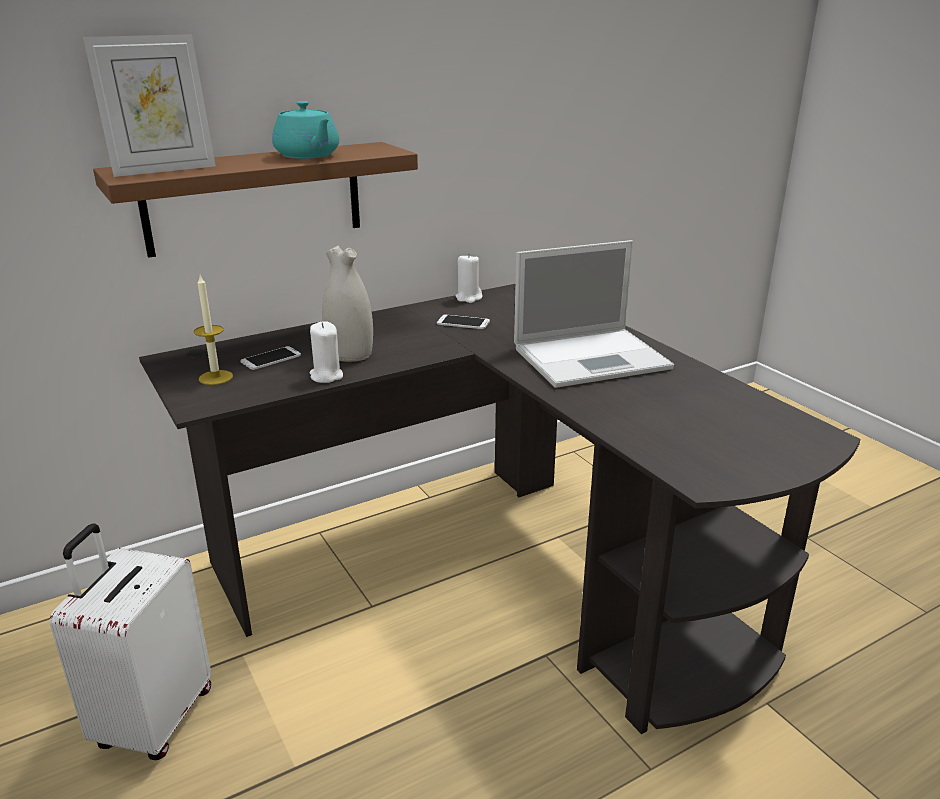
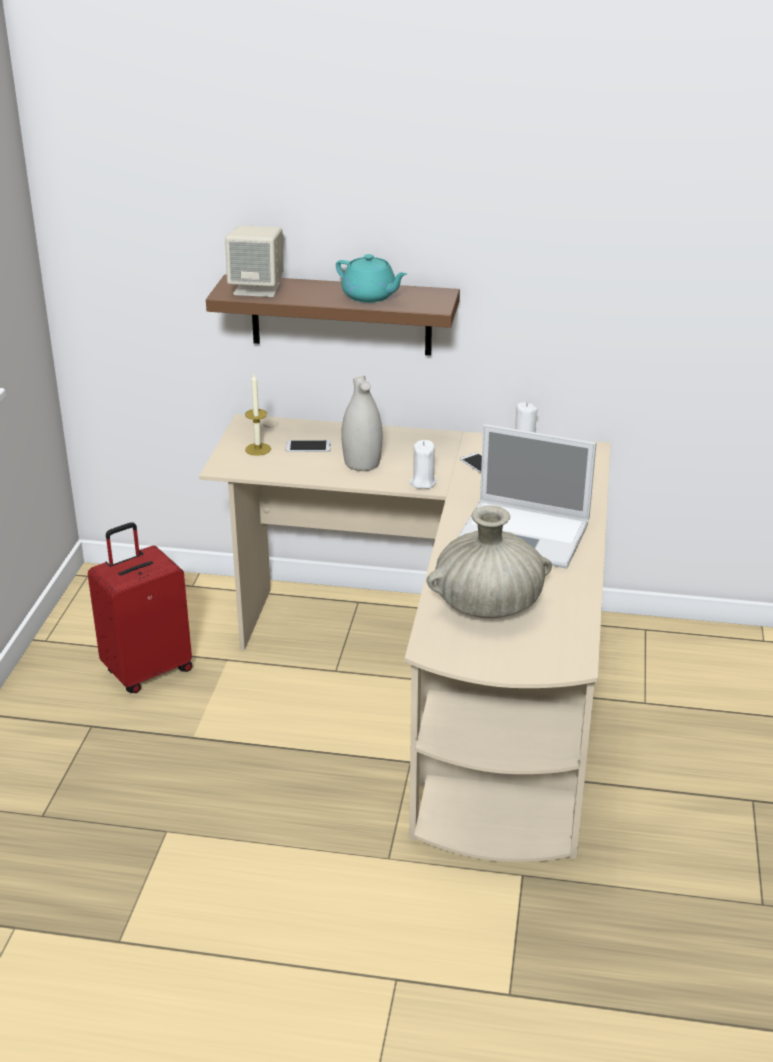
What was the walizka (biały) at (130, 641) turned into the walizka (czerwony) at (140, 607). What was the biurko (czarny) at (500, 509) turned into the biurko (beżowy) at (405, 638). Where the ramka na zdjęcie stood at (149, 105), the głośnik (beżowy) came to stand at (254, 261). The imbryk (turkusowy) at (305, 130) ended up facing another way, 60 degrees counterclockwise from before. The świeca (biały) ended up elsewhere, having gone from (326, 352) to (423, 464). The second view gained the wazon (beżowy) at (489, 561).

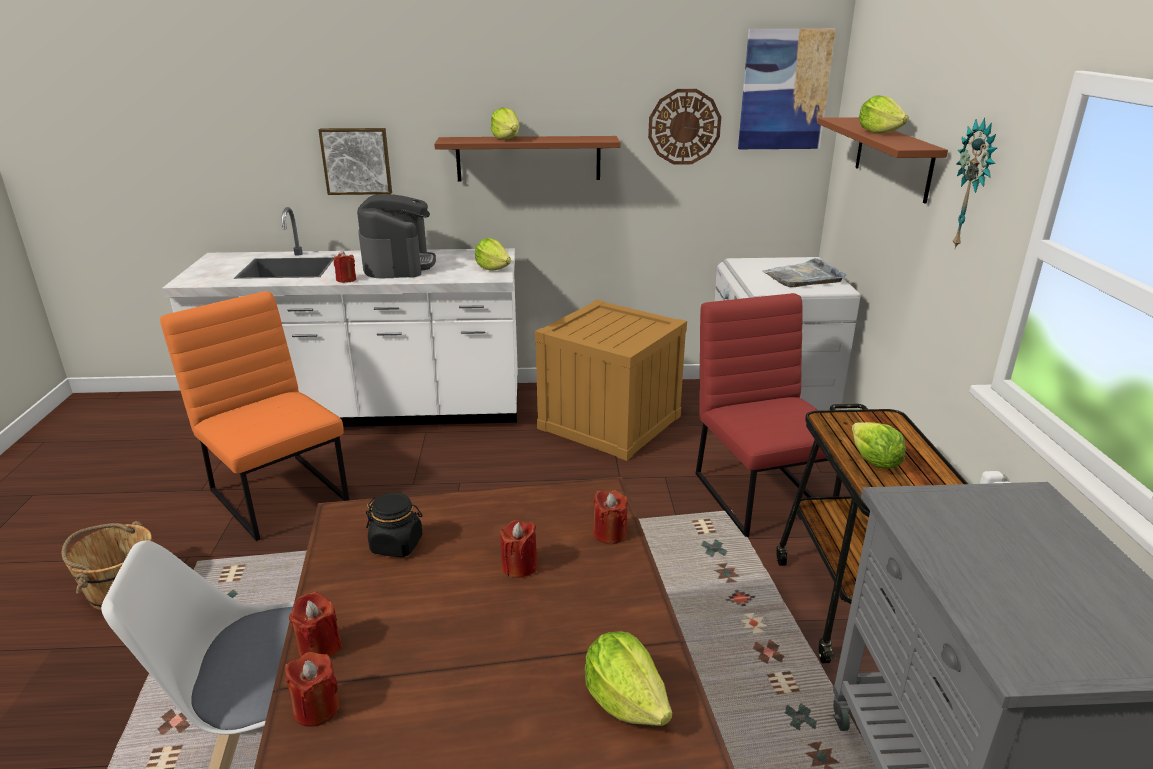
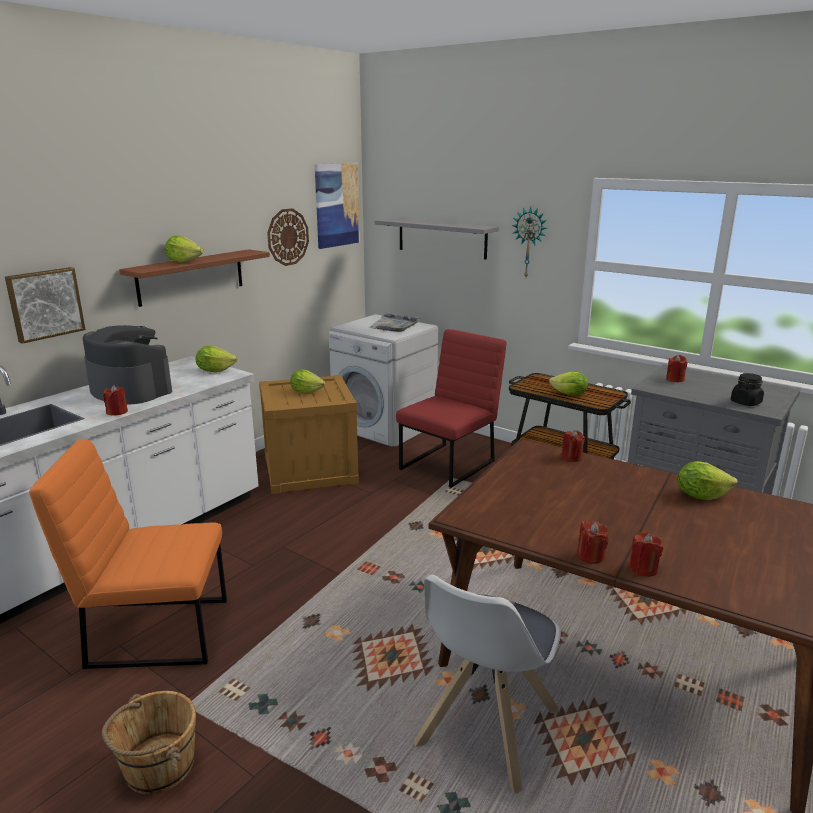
The sałata ended up elsewhere, having gone from (884, 114) to (307, 381). What was the półka (brązowy) at (882, 160) turned into the półka (szary) at (437, 238). The krzesło (czerwony) at (768, 415) ended up facing another way, 105 degrees clockwise from before. The świeca (czerwony) ended up elsewhere, having gone from (519, 549) to (676, 368). The słoik (czarny) ended up elsewhere, having gone from (394, 525) to (747, 389).

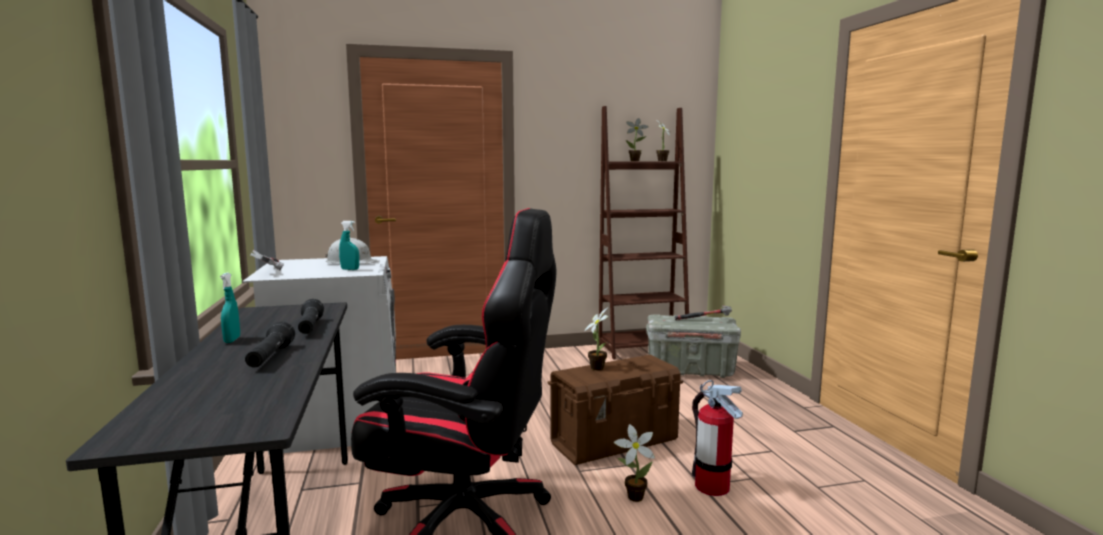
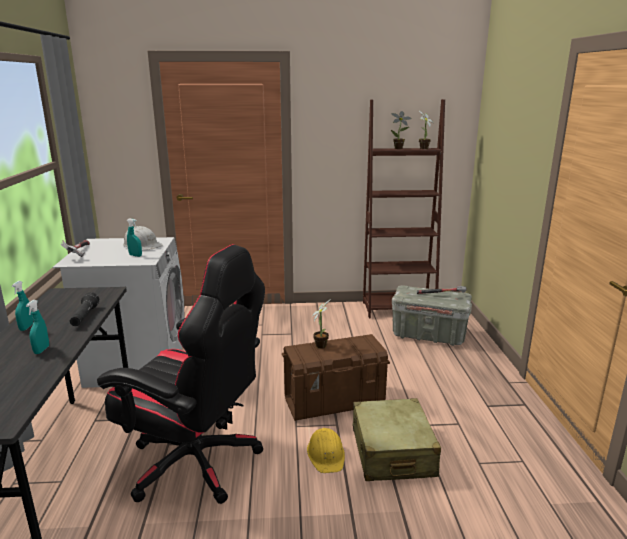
Where the latarka (czarny) stood at (270, 344), the spryskiwacz (turkusowy) came to stand at (37, 327). Where the roślina doniczkowa stood at (634, 463), the kask (żółty) came to stand at (326, 450). Where the gaśnica stood at (717, 438), the walizka (beżowy) came to stand at (396, 439).

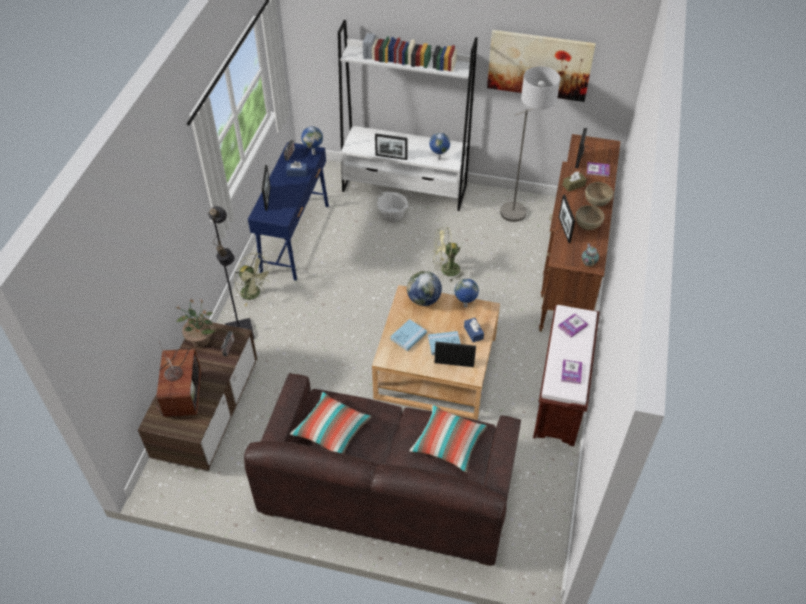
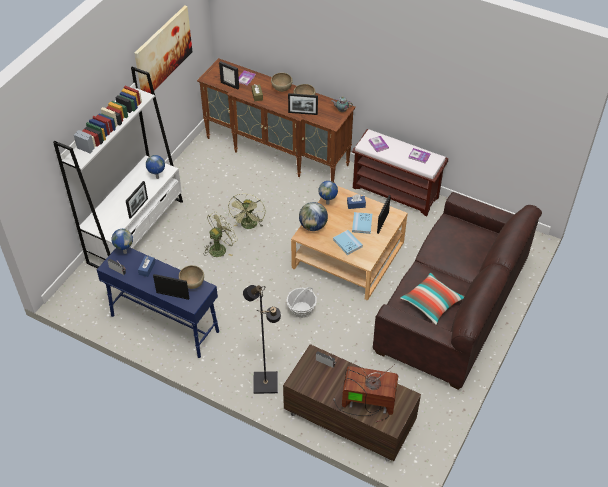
The second view gained the miska (brązowy) at (191, 277). The wentylator (zielony) ended up elsewhere, having gone from (253, 279) to (221, 234). The koszyk ended up elsewhere, having gone from (393, 207) to (301, 302). The second view lost the roślina doniczkowa at (195, 323). The second view lost the poduszka at (448, 439). The second view lost the lampa stojąca (szary) at (530, 144).

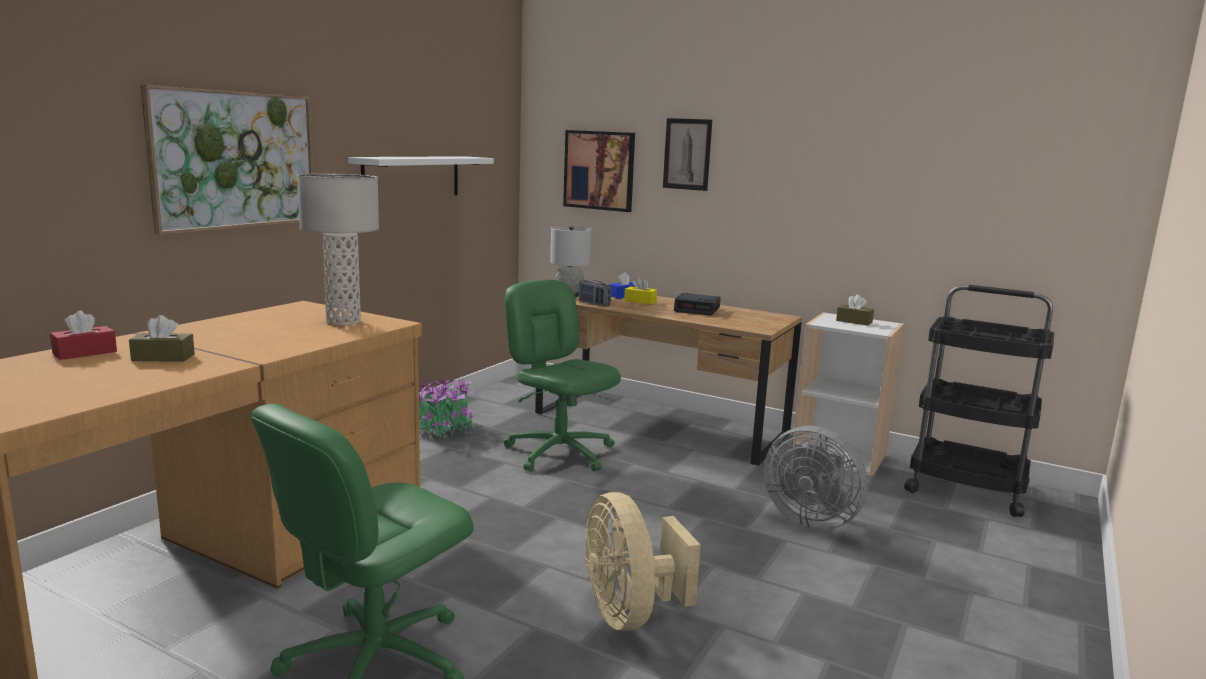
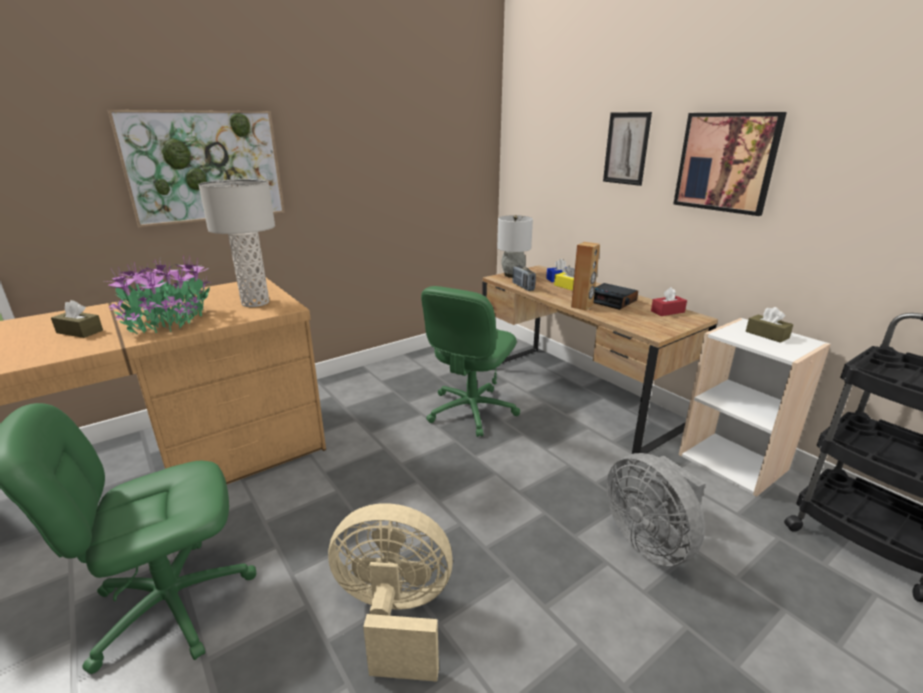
The roślina doniczkowa ended up elsewhere, having gone from (447, 406) to (157, 294). The wentylator (beżowy) at (642, 561) ended up facing another way, 90 degrees clockwise from before. The krzesło biurowe (zielony) at (562, 375) ended up facing another way, 135 degrees counterclockwise from before. The second view gained the głośnik (brązowy) at (585, 276). The pudełko chusteczek (czerwony) ended up elsewhere, having gone from (83, 335) to (669, 301). The obraz ended up elsewhere, having gone from (599, 171) to (730, 164). The second view lost the półka (biały) at (421, 175).

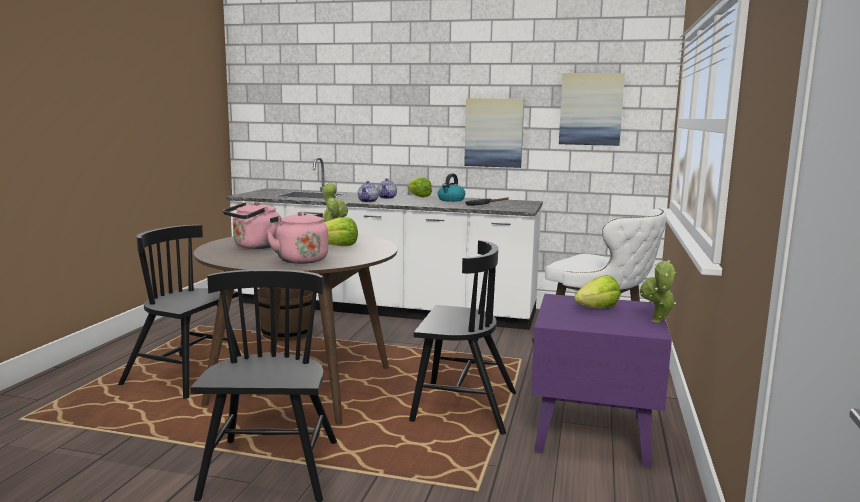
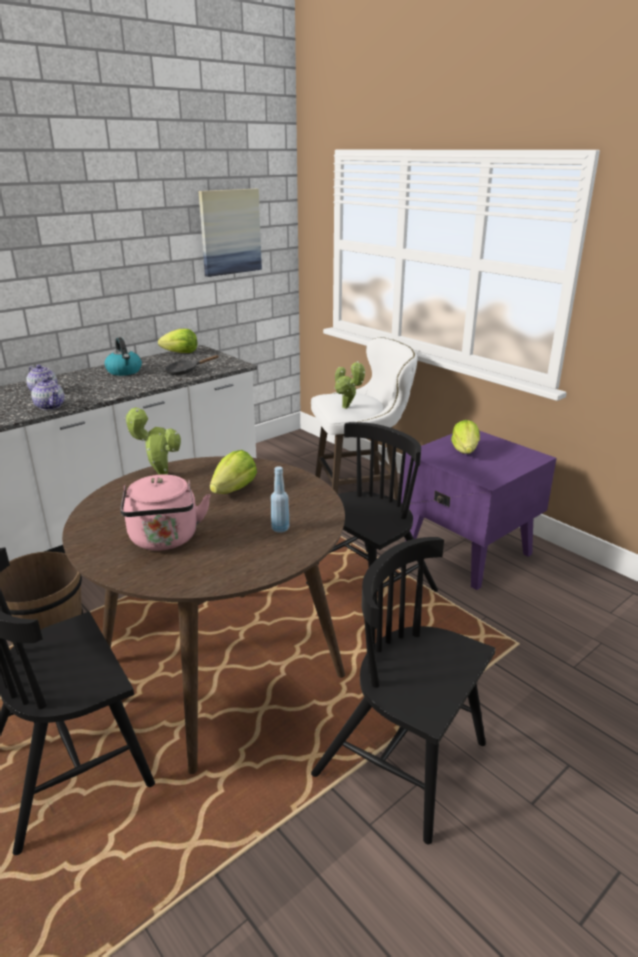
The sałata ended up elsewhere, having gone from (420, 187) to (178, 341). Where the czajnik (różowy) stood at (297, 237), the butelka (niebieski) came to stand at (280, 499). The roślina doniczkowa ended up elsewhere, having gone from (658, 291) to (349, 385). The second view lost the obraz at (494, 133).

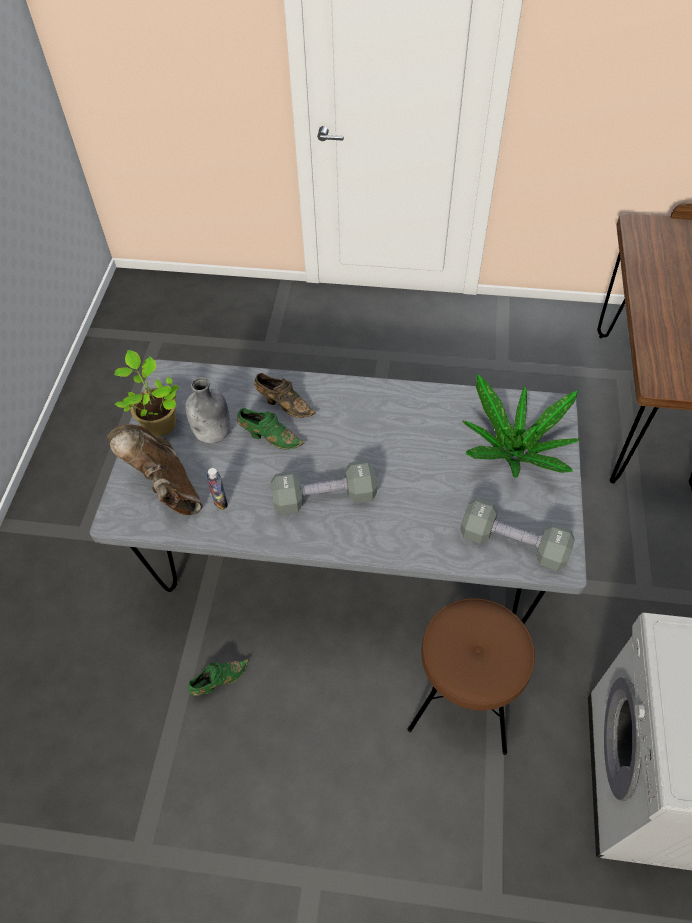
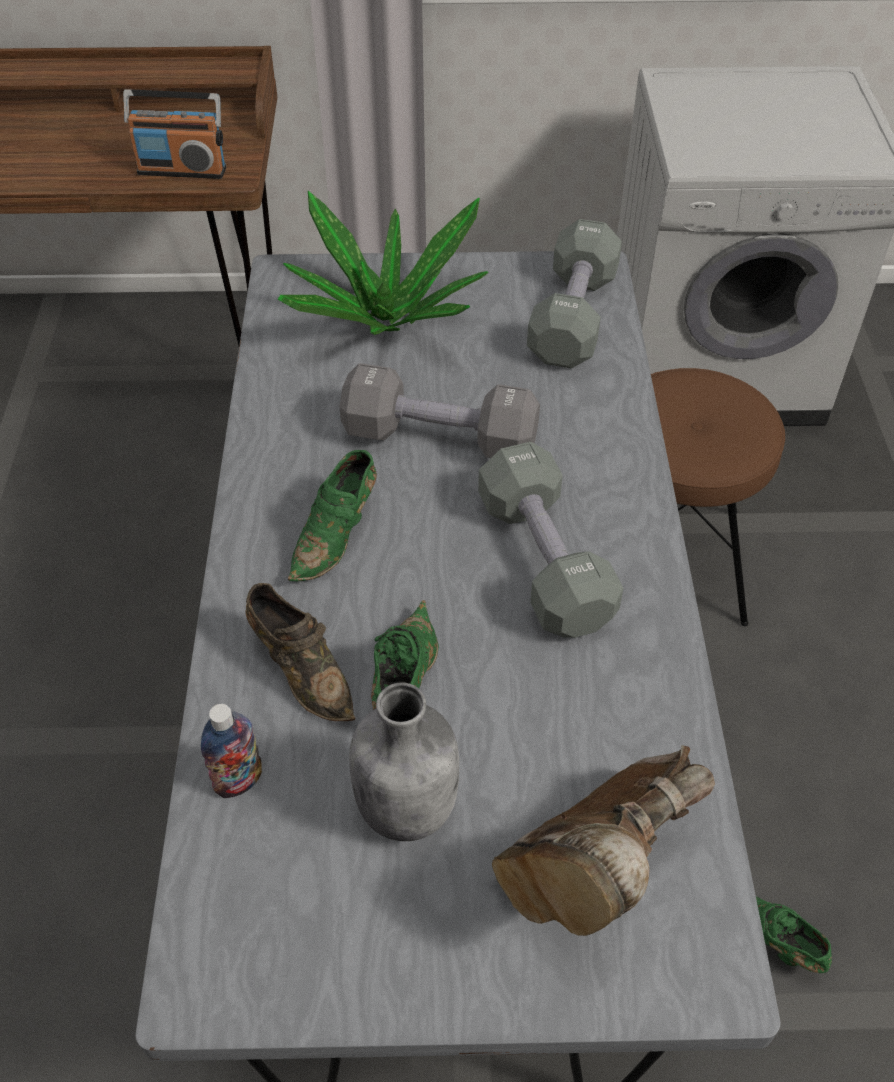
The second view gained the radio at (174, 134). The butelka ended up elsewhere, having gone from (217, 489) to (231, 751). The but (brązowy) at (285, 395) ended up facing another way, 120 degrees clockwise from before. The second view gained the but (zielony) at (332, 515). The second view gained the hantel (szary) at (439, 410). The second view lost the roślina doniczkowa at (146, 393).

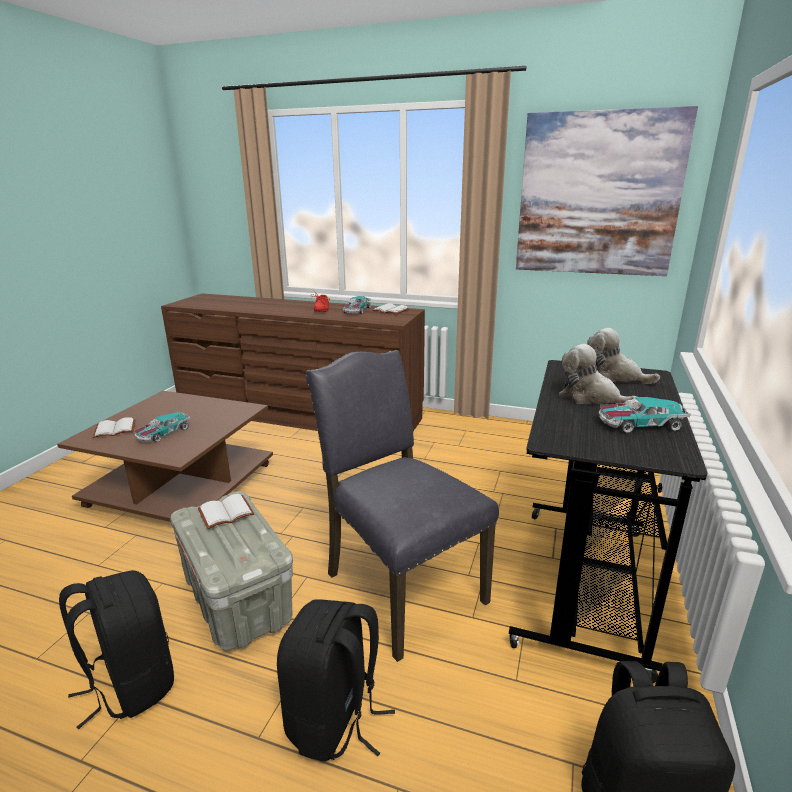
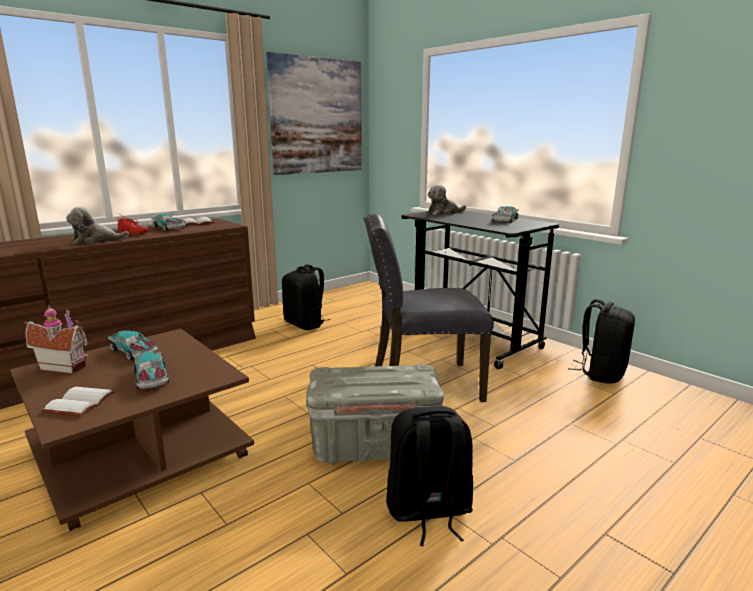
The second view gained the domek at (56, 339). The pluszak ended up elsewhere, having gone from (598, 374) to (97, 225). The second view gained the samochodzik at (133, 345). The plecak (czarny) ended up elsewhere, having gone from (336, 680) to (306, 297). The second view lost the książka (biały) at (226, 511).

